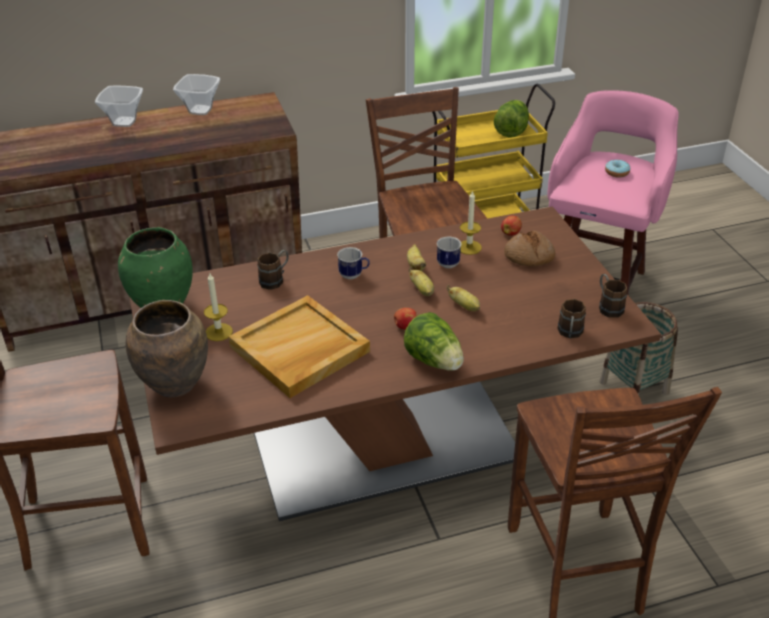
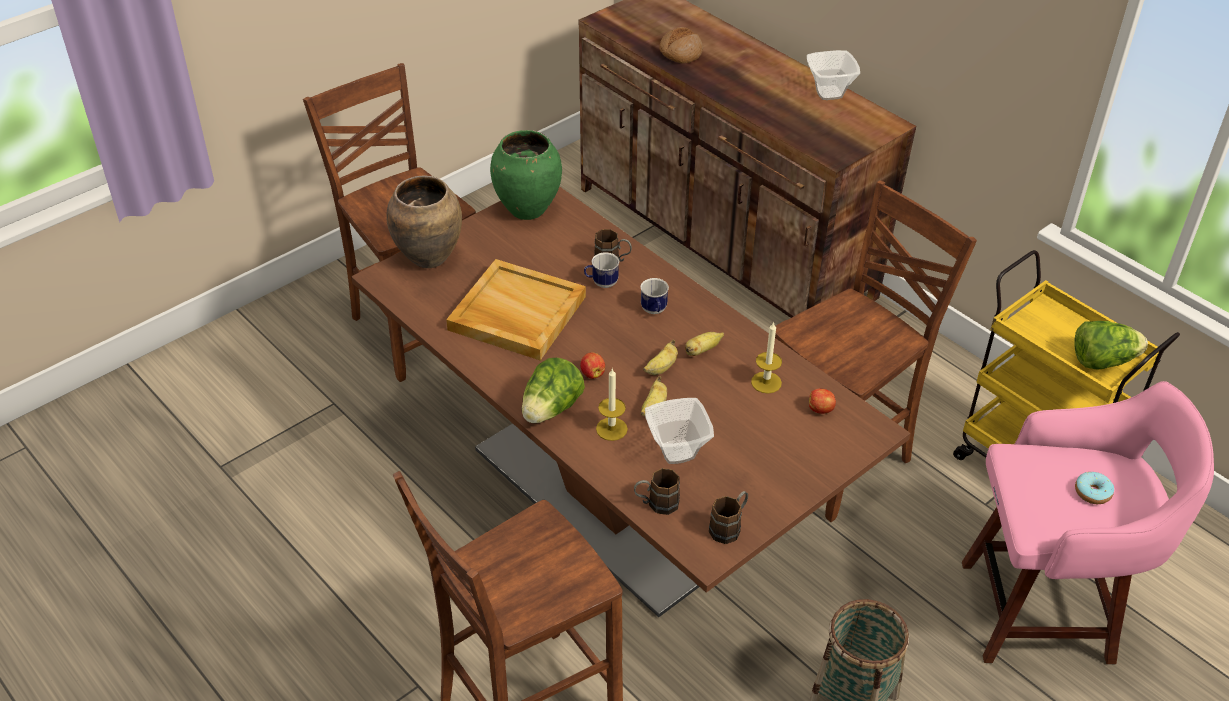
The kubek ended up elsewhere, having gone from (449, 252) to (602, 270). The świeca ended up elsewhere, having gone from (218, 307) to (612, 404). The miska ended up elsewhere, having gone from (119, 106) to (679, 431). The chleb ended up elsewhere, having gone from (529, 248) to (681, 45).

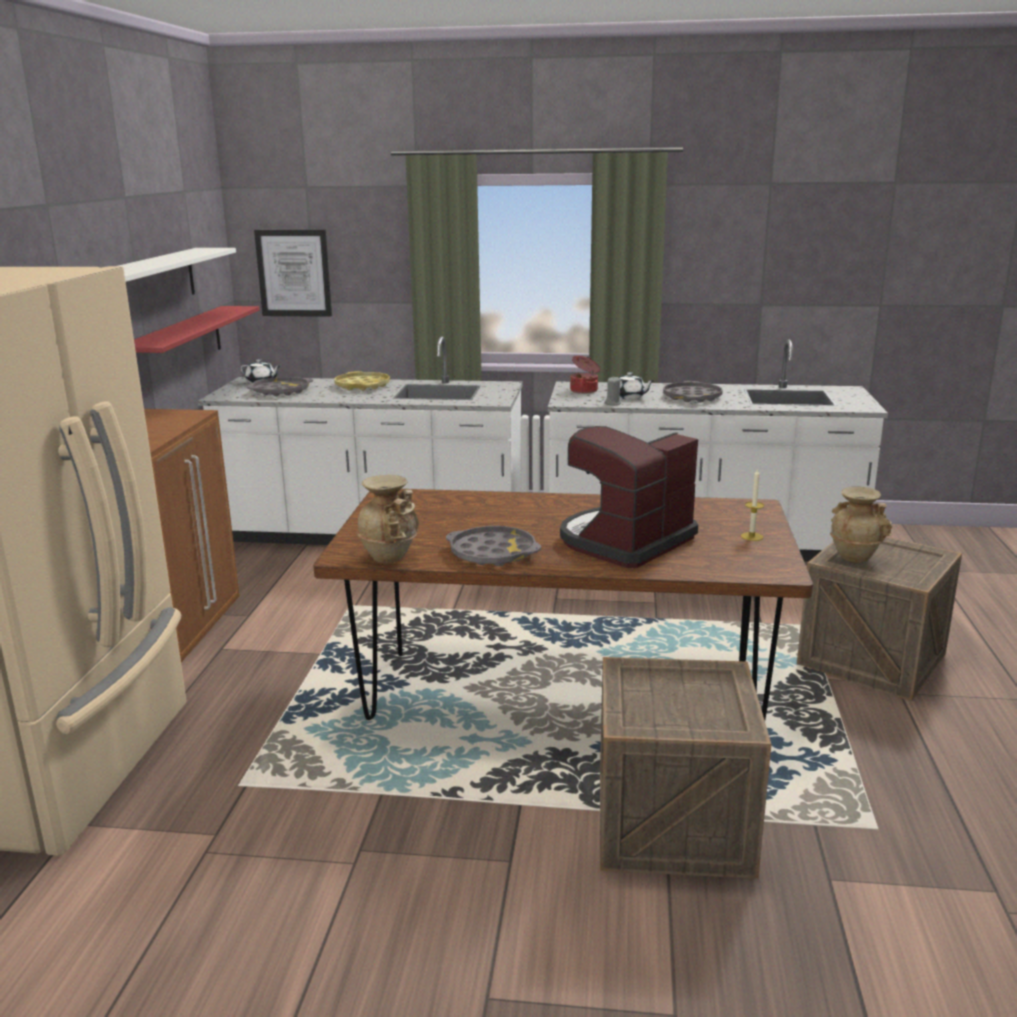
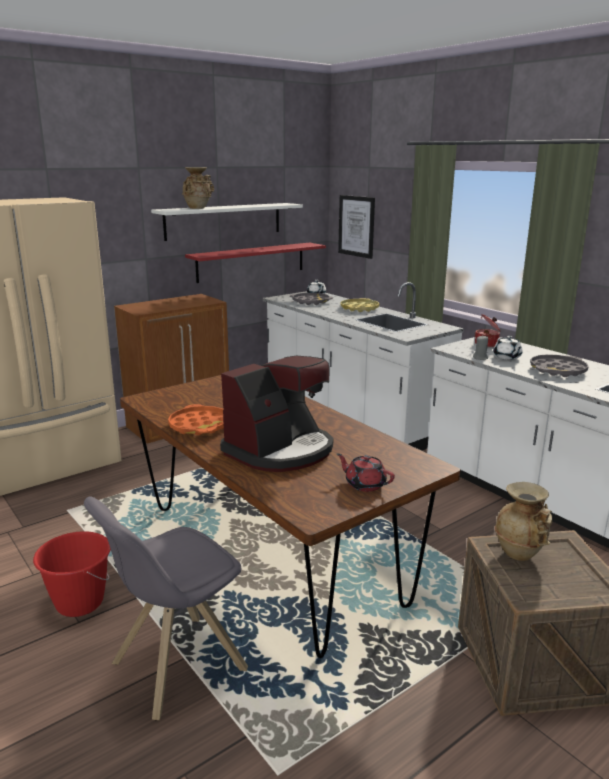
The second view gained the wiadro (czerwony) at (72, 574). Where the skrzynka stood at (685, 768), the krzesło (szary) came to stand at (166, 608). What was the taca (szary) at (493, 546) turned into the taca (pomarańczowy) at (196, 419). The wazon (beżowy) ended up elsewhere, having gone from (387, 519) to (198, 188). The ekspres do kawy at (629, 497) ended up facing another way, 135 degrees clockwise from before. Where the świeca stood at (752, 504), the imbryk (czerwony) came to stand at (366, 472).

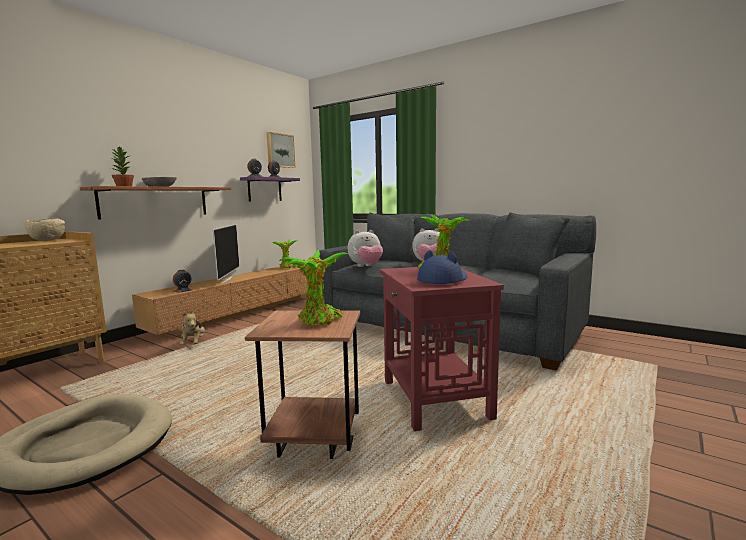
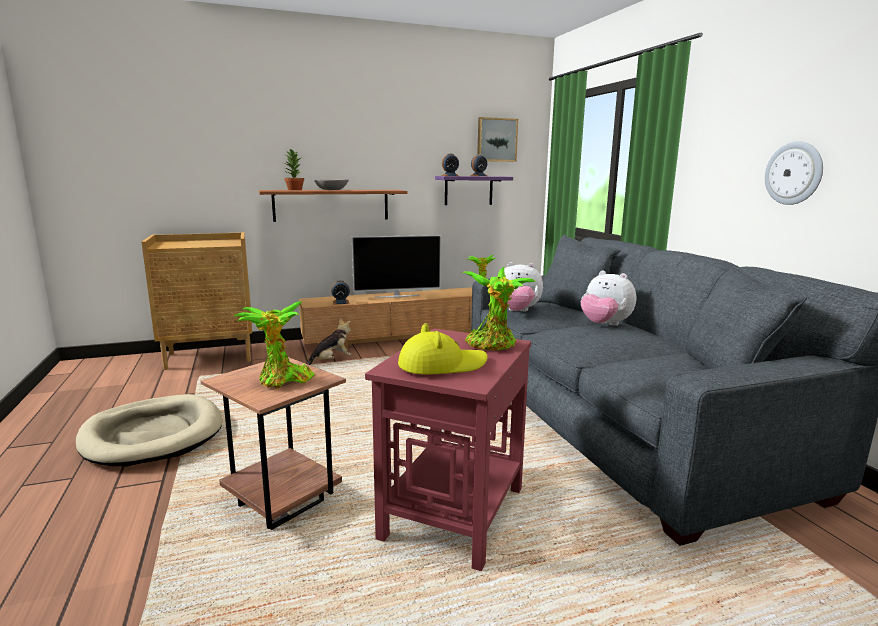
The pluszak at (192, 327) ended up facing another way, 150 degrees counterclockwise from before. The telewizor at (226, 254) ended up facing another way, 45 degrees clockwise from before. What was the kapelusz (niebieski) at (442, 267) turned into the kapelusz (żółty) at (443, 349). The second view gained the zegar ścienny at (794, 173). The second view lost the miska (beżowy) at (44, 229).

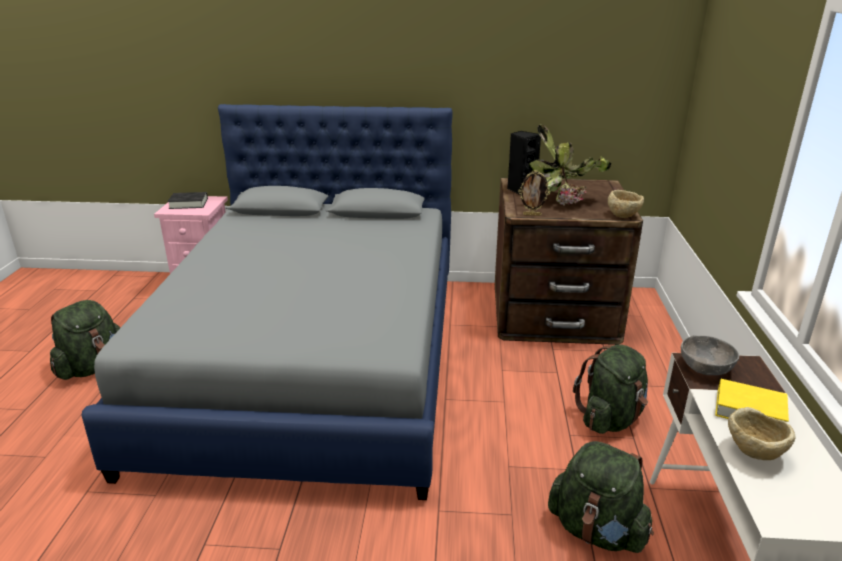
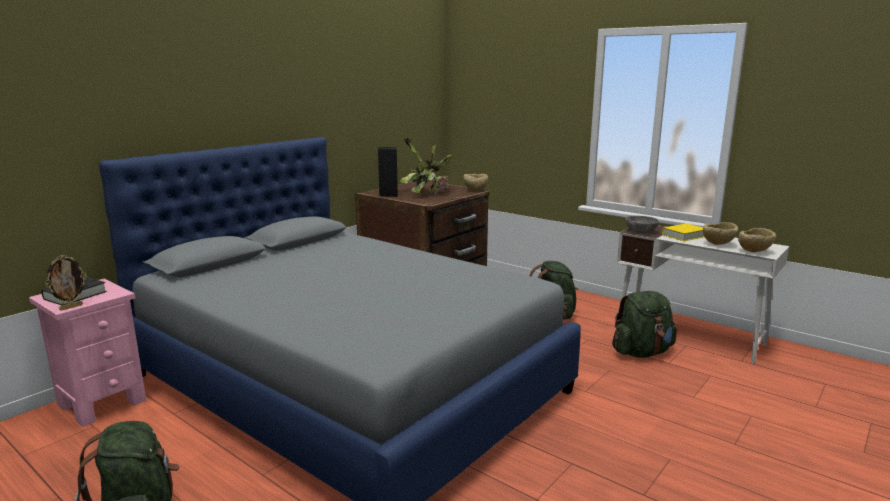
The ramka na zdjęcie ended up elsewhere, having gone from (534, 193) to (66, 282). The second view gained the miska (beżowy) at (757, 240).

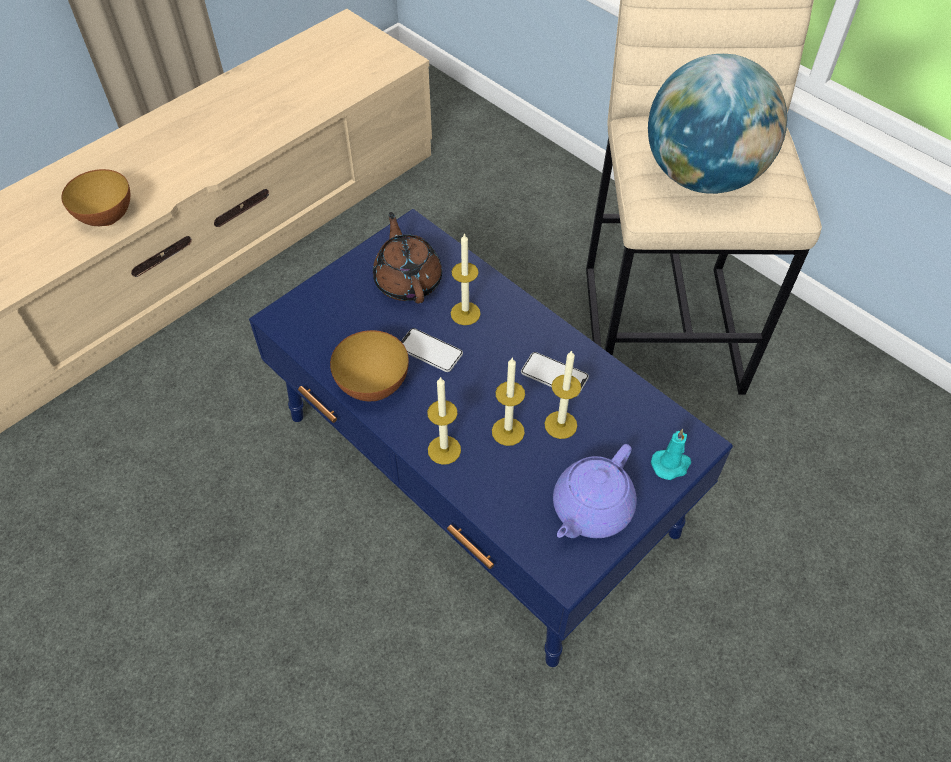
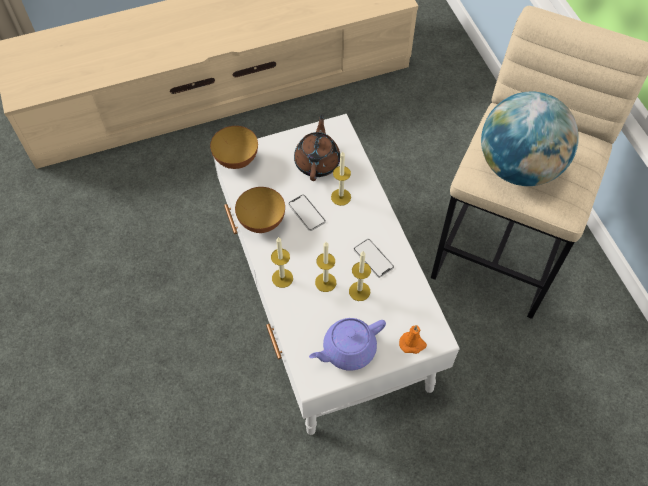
The miska ended up elsewhere, having gone from (96, 197) to (234, 147). What was the ława (niebieski) at (491, 438) turned into the ława (biały) at (336, 274). What was the świeca (turkusowy) at (671, 454) turned into the świeca (pomarańczowy) at (413, 339).

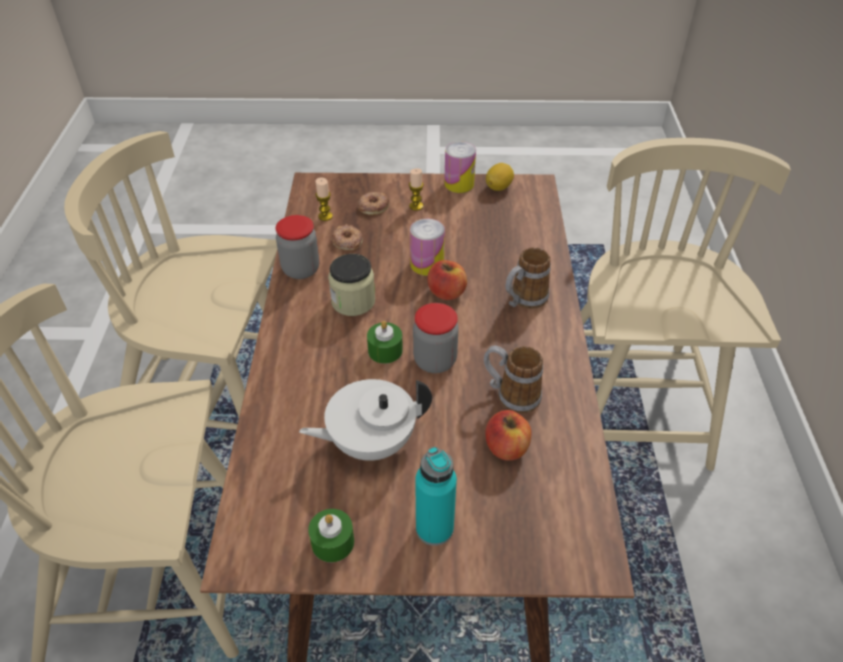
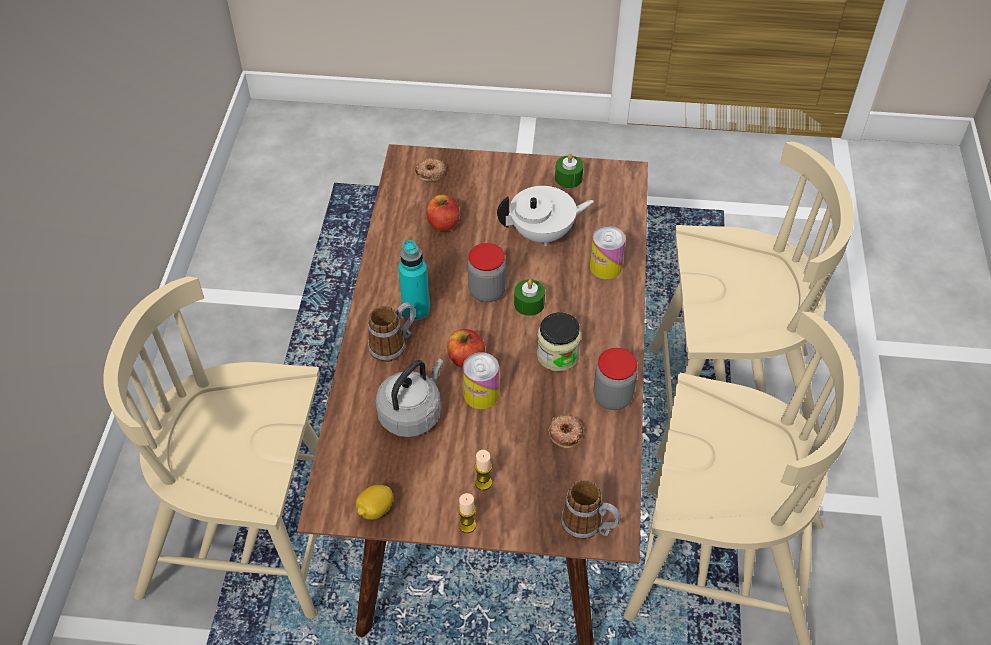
The krzesło (beżowy) at (685, 304) ended up facing another way, 90 degrees clockwise from before. The second view gained the czajnik (szary) at (409, 398). The butelka (turkusowy) ended up elsewhere, having gone from (436, 496) to (414, 280). The donut ended up elsewhere, having gone from (373, 203) to (430, 169). The świeca ended up elsewhere, having gone from (324, 199) to (467, 513). The kubek ended up elsewhere, having gone from (513, 380) to (591, 510). The puszka ended up elsewhere, having gone from (460, 167) to (608, 252).

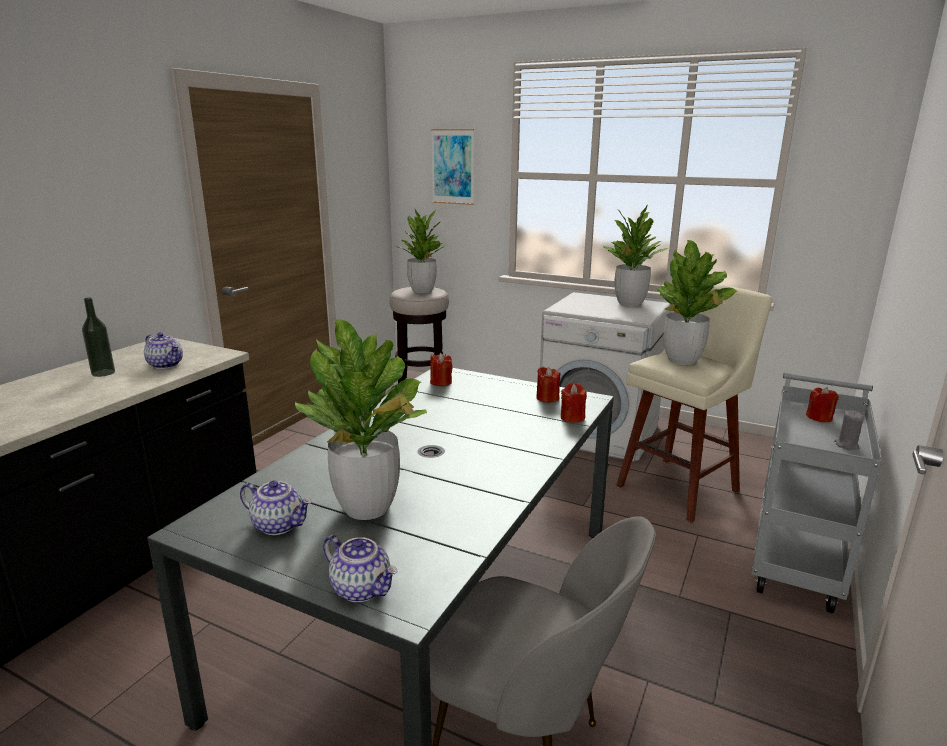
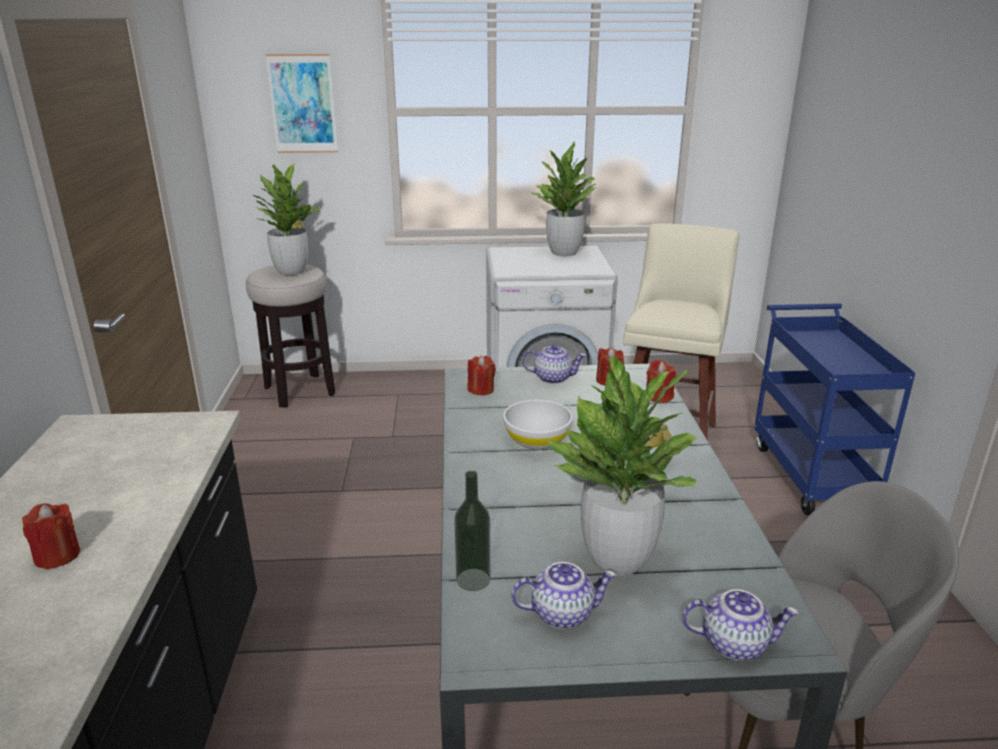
The świeca (czerwony) ended up elsewhere, having gone from (822, 404) to (51, 536). The butelka ended up elsewhere, having gone from (98, 337) to (472, 531). The second view gained the miska (biały) at (538, 425). The imbryk ended up elsewhere, having gone from (163, 350) to (554, 364). What was the wózek (szary) at (816, 493) turned into the wózek (niebieski) at (834, 409). The second view lost the roślina doniczkowa at (697, 302). The second view lost the świeca (szary) at (849, 430).

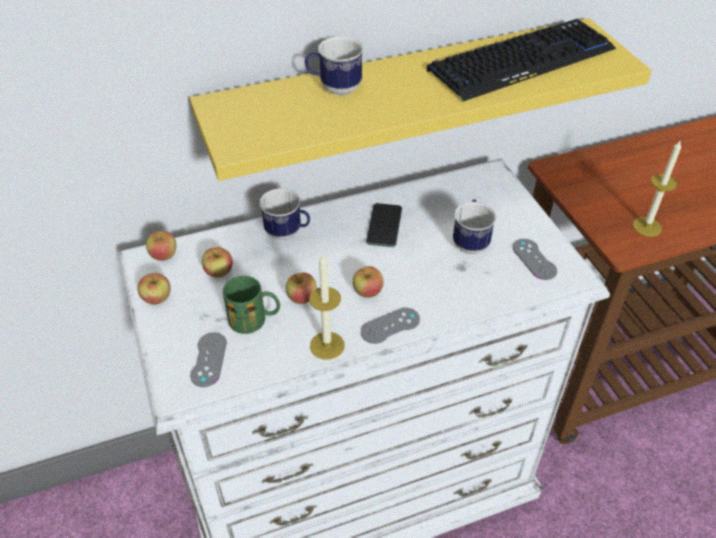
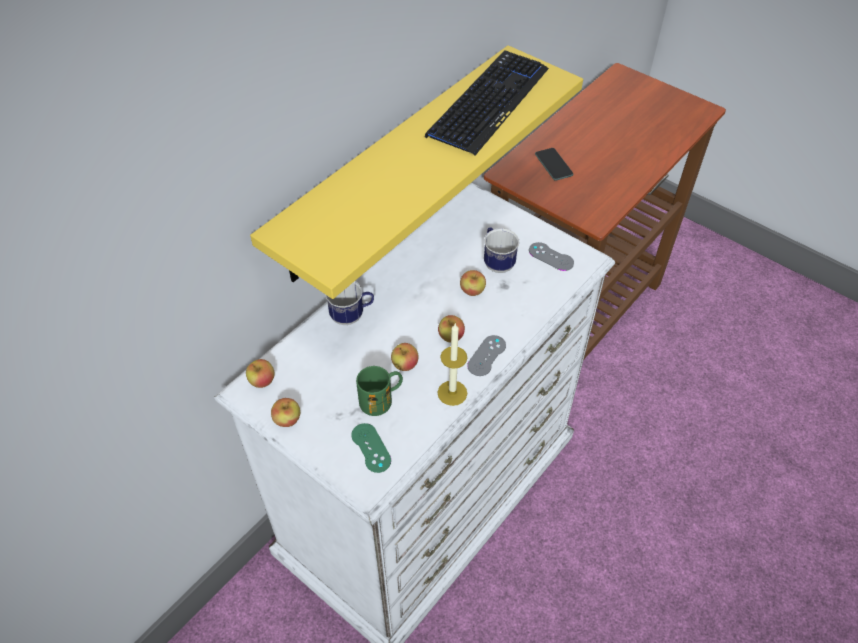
What was the pad do gier (szary) at (208, 359) turned into the pad do gier (zielony) at (371, 448). The jabłko ended up elsewhere, having gone from (217, 262) to (473, 283). The telefon ended up elsewhere, having gone from (384, 225) to (554, 164). The second view lost the kubek at (334, 65). The second view lost the świeca at (656, 189).

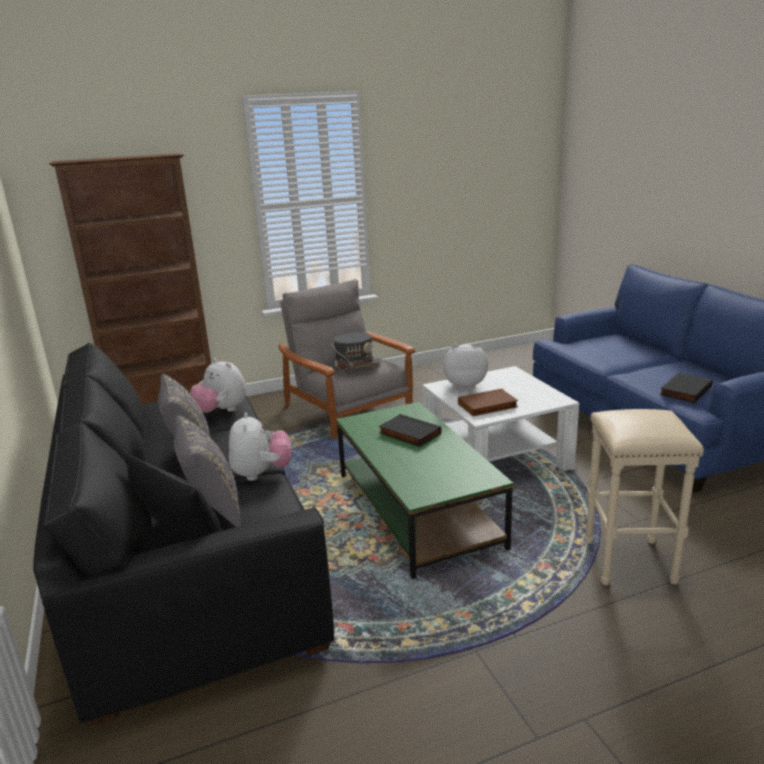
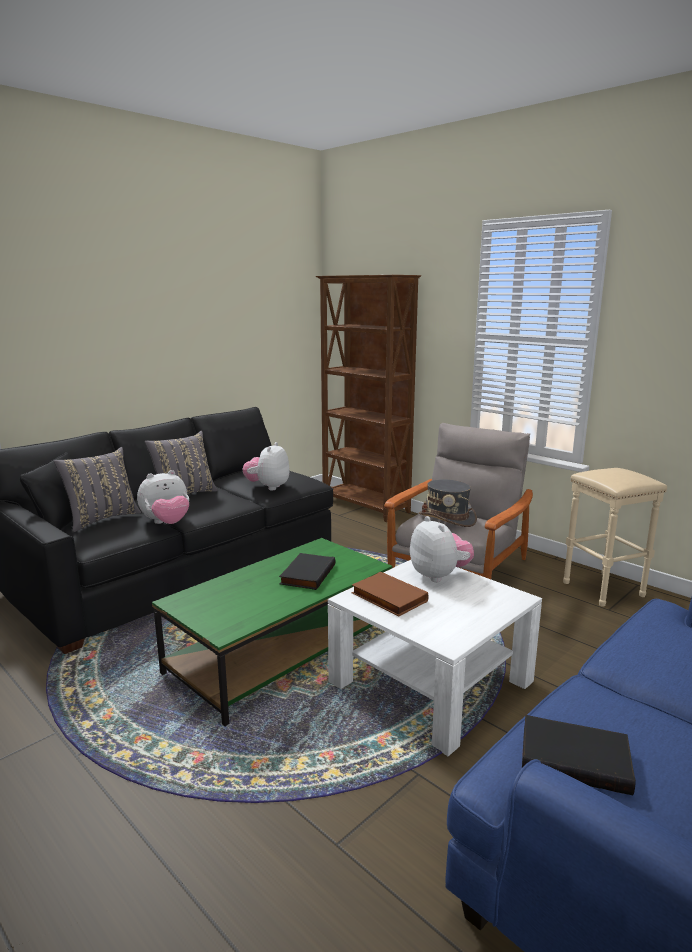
The stołek (beżowy) ended up elsewhere, having gone from (644, 497) to (615, 537).

